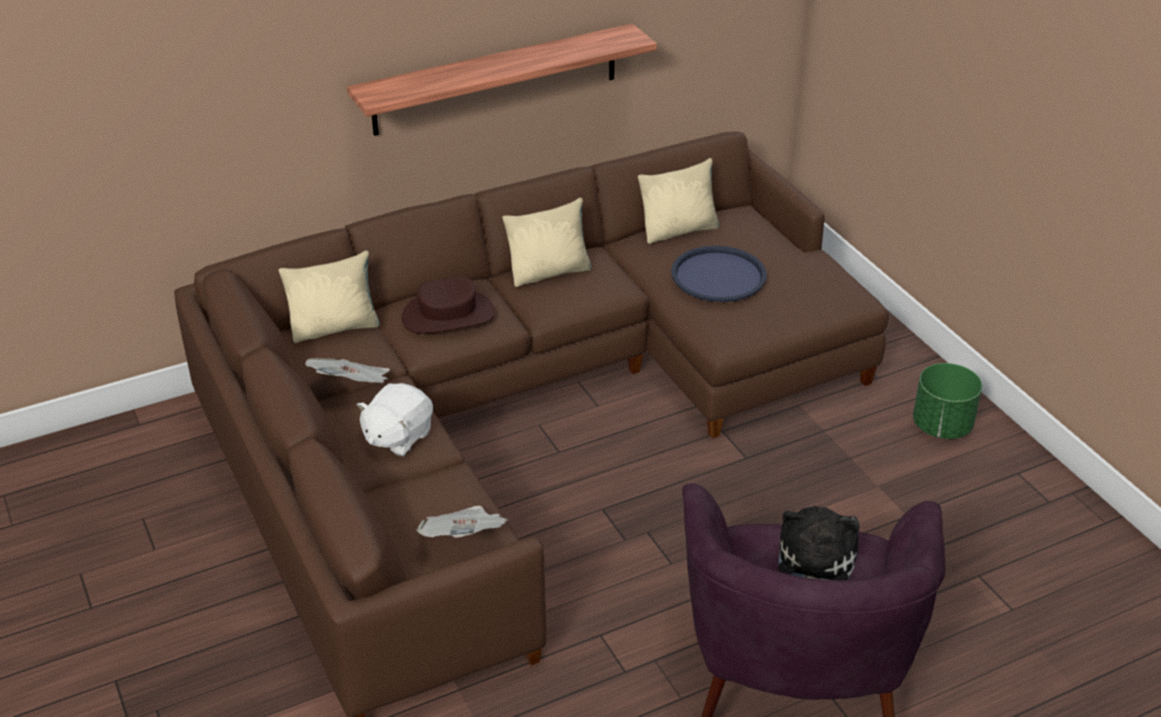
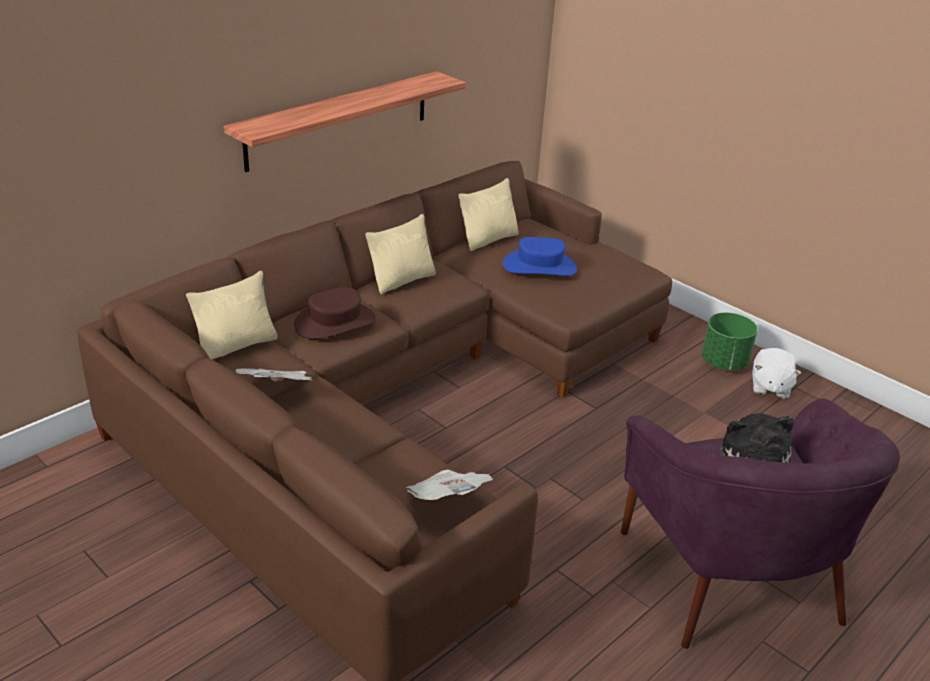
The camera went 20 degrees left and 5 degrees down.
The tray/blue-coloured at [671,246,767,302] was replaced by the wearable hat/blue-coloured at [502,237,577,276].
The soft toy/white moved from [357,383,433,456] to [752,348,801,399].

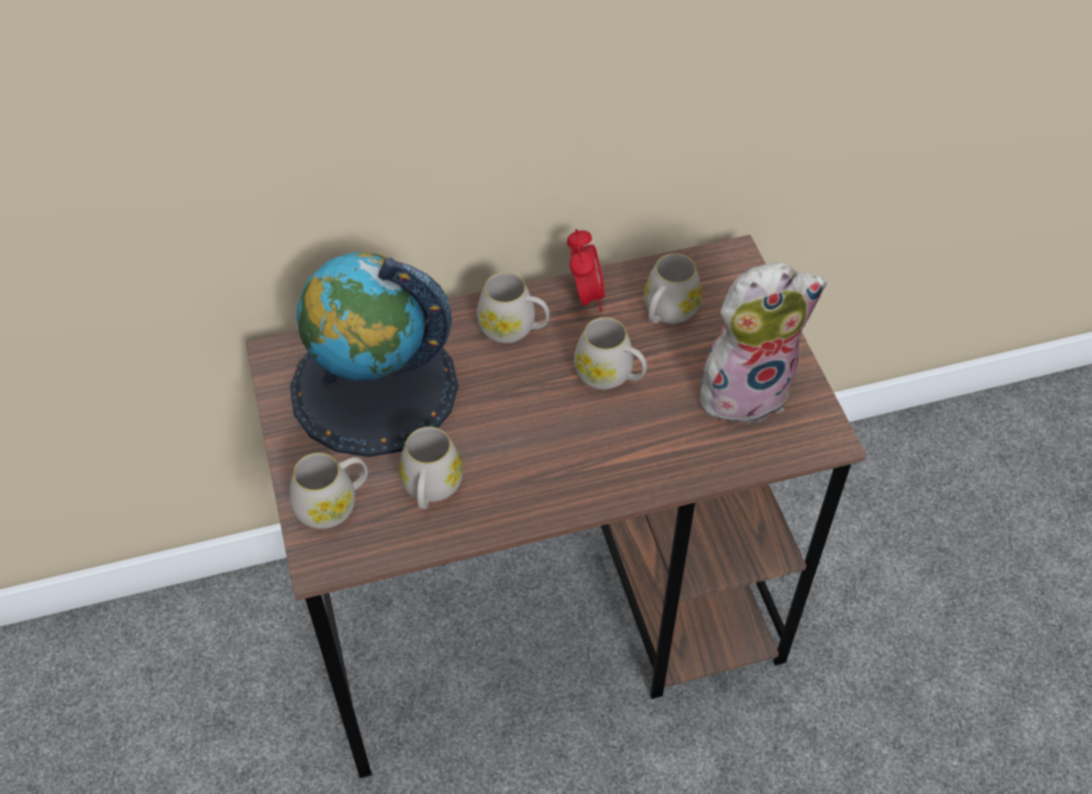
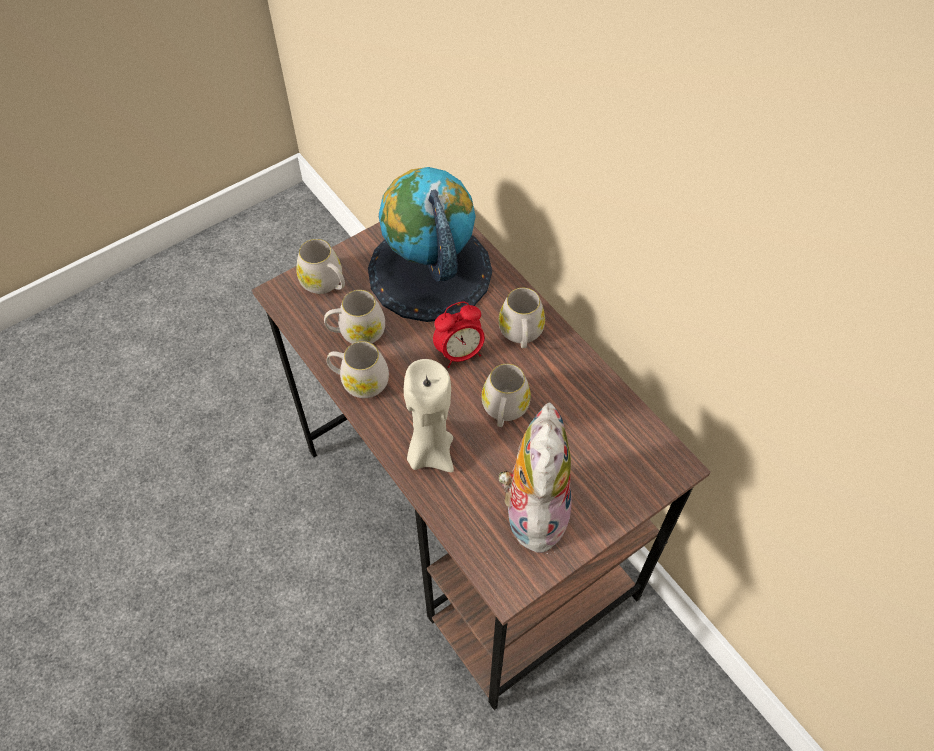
The camera went 70 degrees right and 5 degrees up.
The alarm clock moved from [567,229,605,311] to [433,302,485,368].
The mug/white moved from [644,253,702,324] to [326,341,389,398].
The soft toy at [700,262,827,424] turned 135 degrees counterclockwise.
The wax candle/beige at [404,359,454,472] appeared.

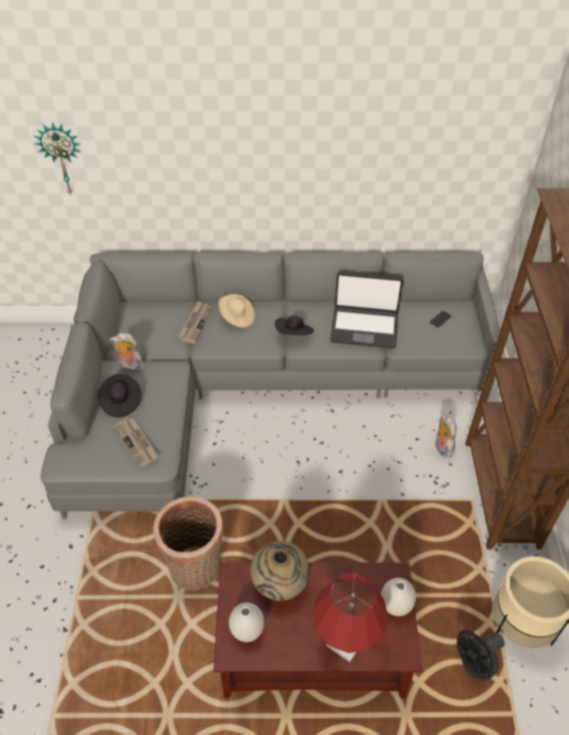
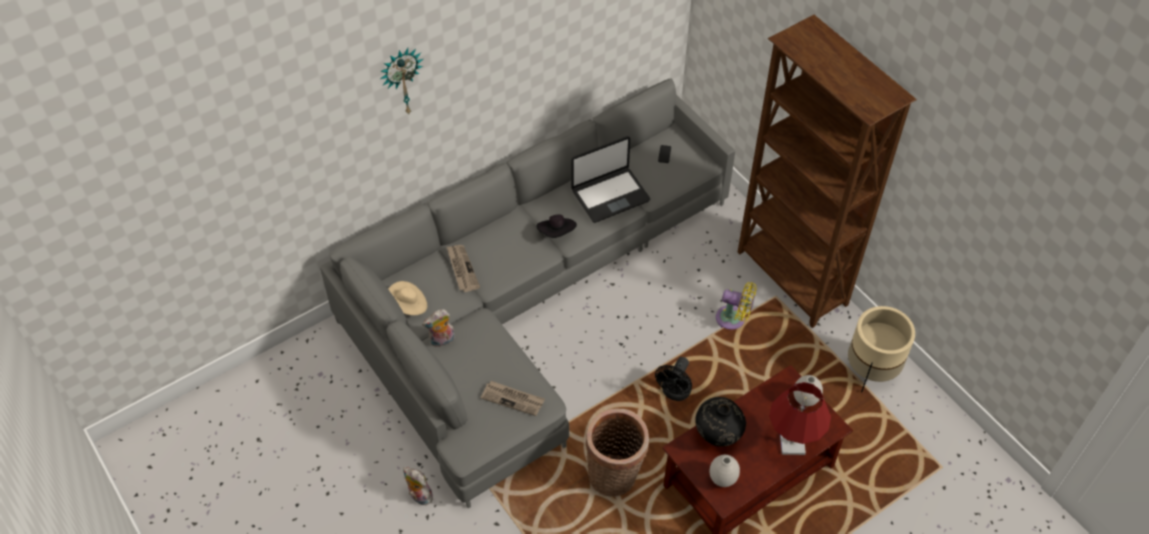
The camera went 35 degrees left and 5 degrees up.
The hanging clock moved from [34,122,81,195] to [380,48,423,114].
The wearable hat/beige moved from [219,294,255,328] to [388,281,427,315].
The wearable hat/black at [98,374,142,417] disappeared.
The soft toy moved from [435,414,457,458] to [403,467,433,505].
The flower vase/beige at [250,541,309,601] became the flower vase/black at [695,397,746,447].
The fan/black moved from [457,630,505,681] to [655,357,692,401].
The fan/yellowish at [716,282,757,330] appeared.

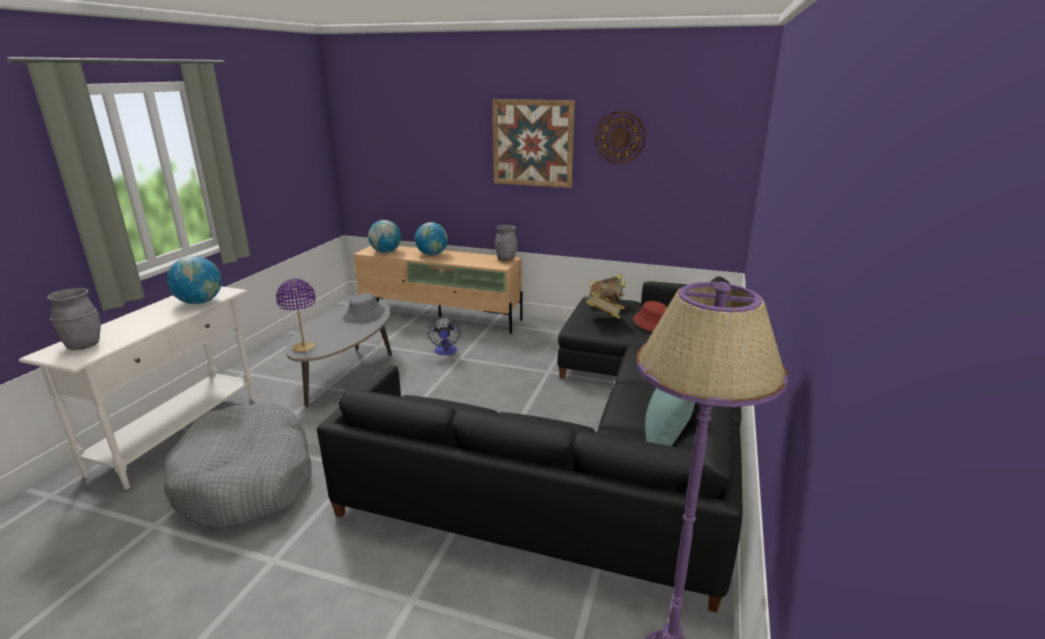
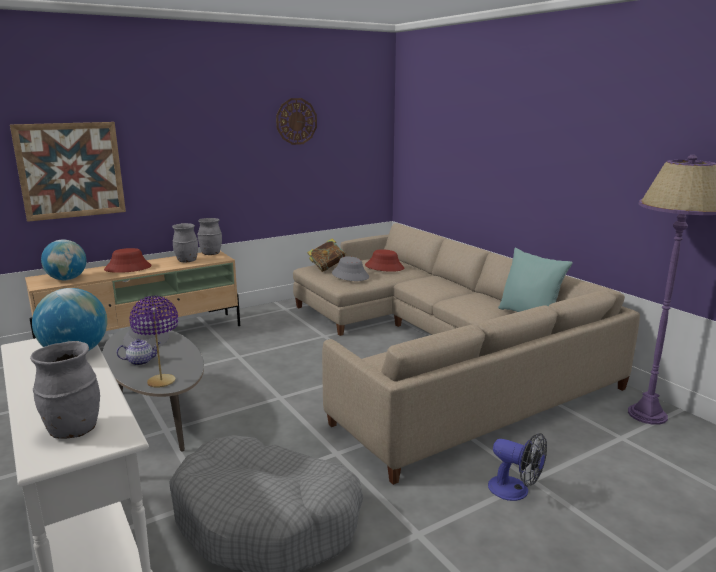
The camera went 50 degrees left and 5 degrees down.
The picture moved from [492,99,575,188] to [10,122,126,222].
The world globe at [415,222,448,256] was replaced by the wearable hat/red-coloured at [104,248,152,273].
The settee/black at [317,276,742,613] became the settee/beige at [293,223,640,485].
The bound book at [585,292,625,319] was replaced by the wearable hat/gray at [332,256,369,281].
The fan moved from [427,317,461,356] to [488,433,547,501].
The flower vase/gray at [172,223,198,263] appeared.
The teapot at [117,339,161,366] appeared.

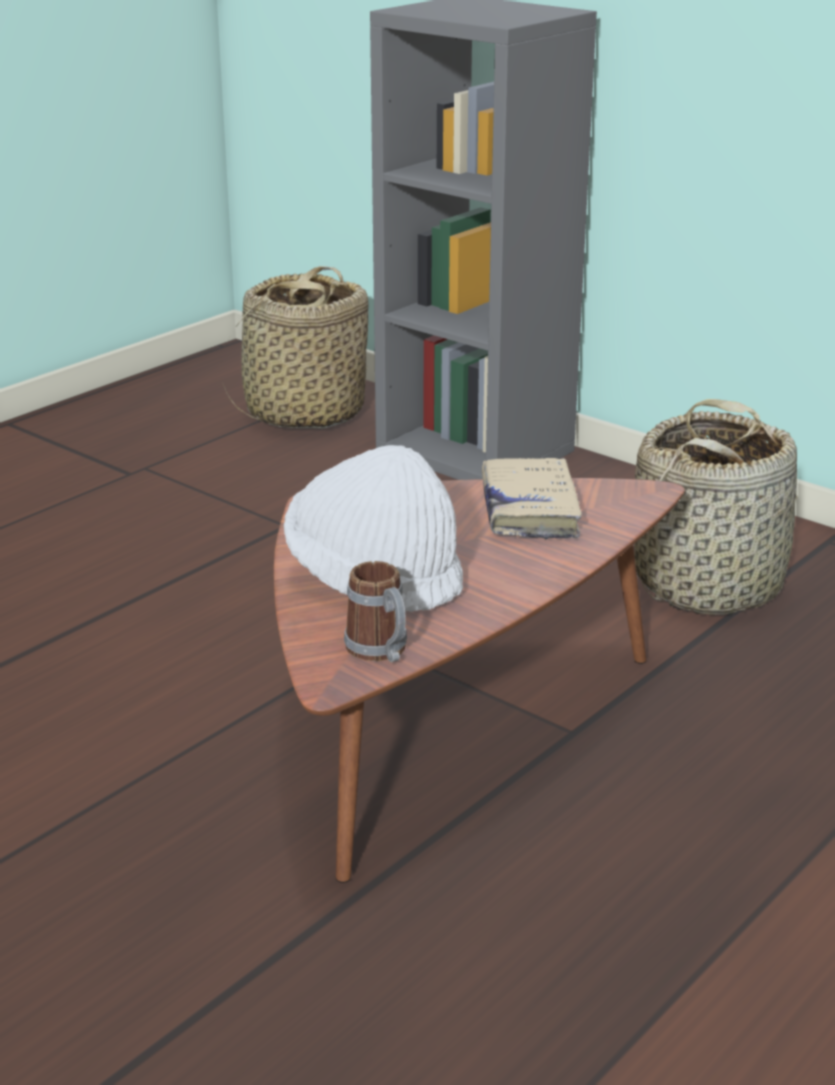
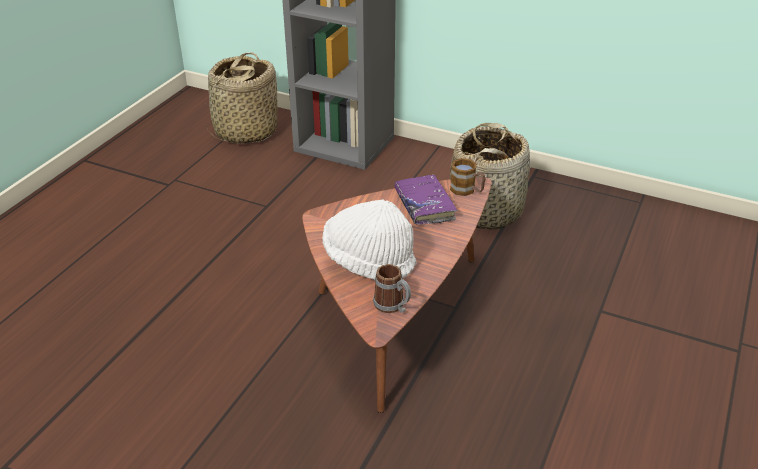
The camera went 15 degrees left and 10 degrees up.
The bound book/beige at [482,458,582,540] became the bound book/purplish at [395,174,457,225].
The mug at [450,158,485,196] appeared.

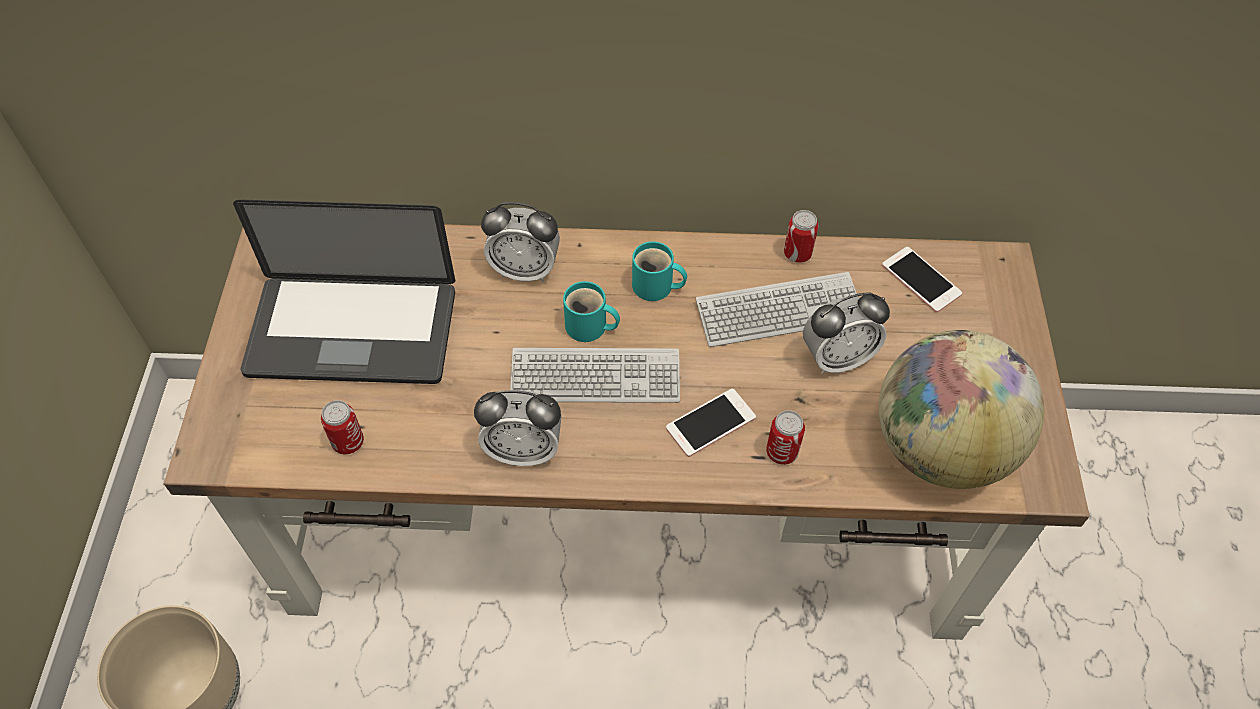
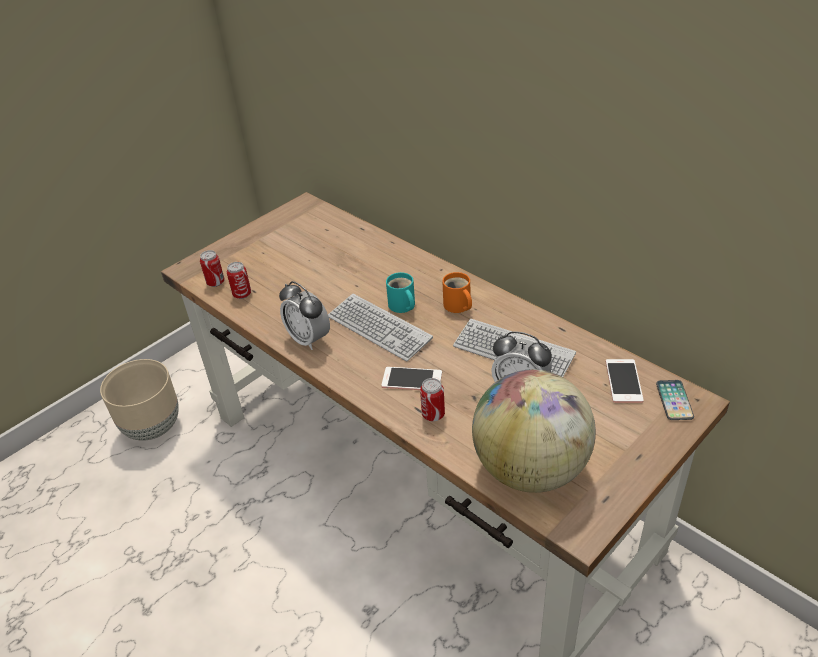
The camera went 45 degrees right and 15 degrees down.
The portable computer at [233,199,455,384] disappeared.
The alarm clock at [481,202,560,282] disappeared.
The metal can moved from [784,210,818,263] to [200,250,225,287].
The mug/turquoise-coloured at [632,241,687,301] became the mug/orangey at [442,272,472,313].
The handset at [656,380,694,420] appeared.

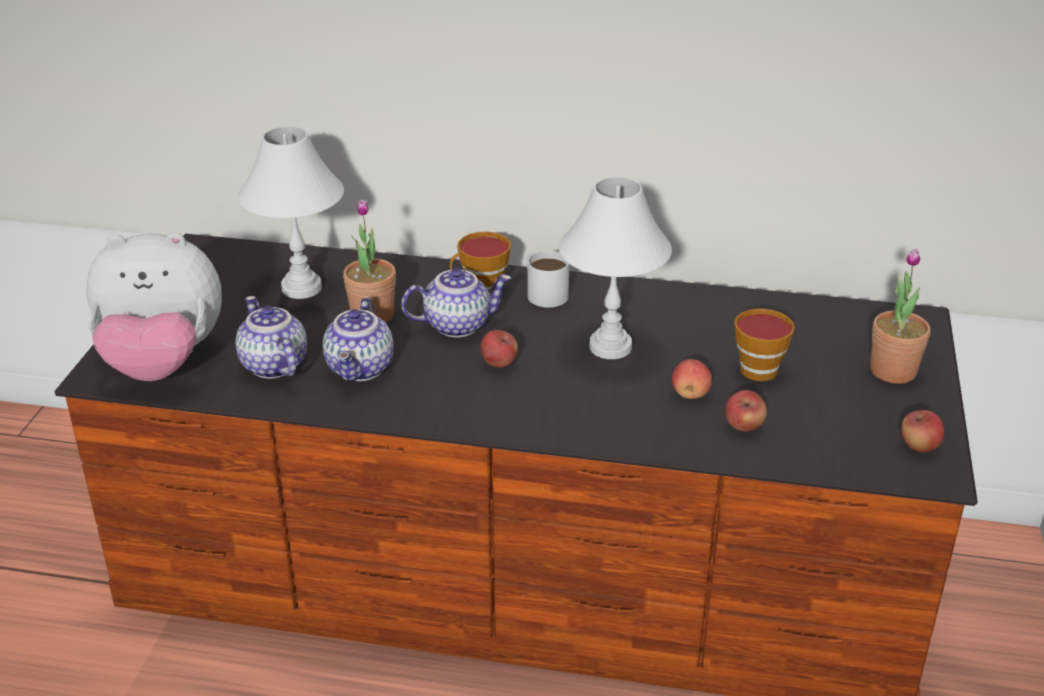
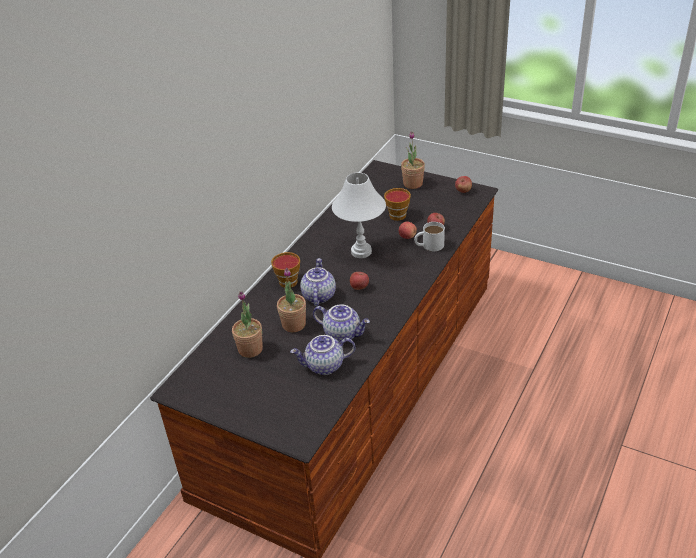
The camera went 70 degrees left and 5 degrees up.
The lamp for a table/white at [238,127,344,299] was replaced by the plant in a pot at [232,291,263,358].
The soft toy at [86,233,222,381] disappeared.
The mug/white moved from [527,250,569,307] to [414,222,445,251].

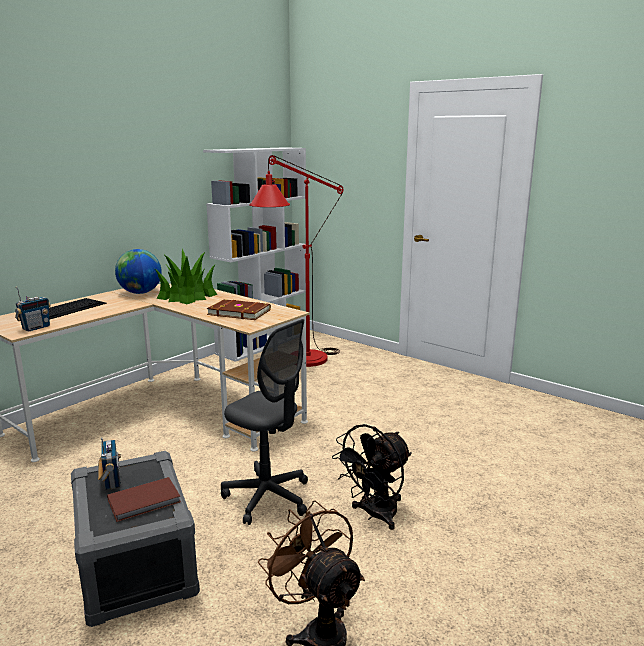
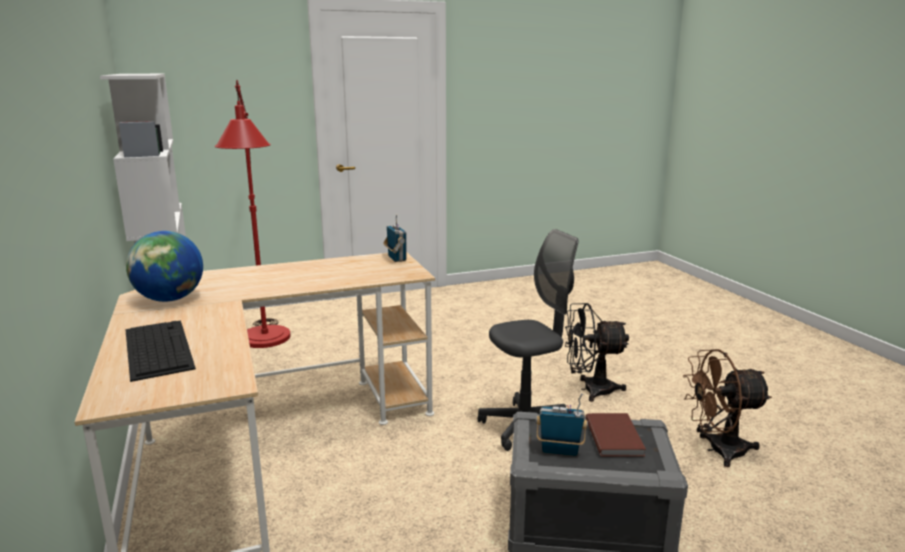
The camera went 60 degrees left and 0 degrees up.
The plant in a pot at [155,249,217,304] disappeared.
The radio moved from [15,286,51,331] to [383,214,407,262].
The bound book/brownish at [207,299,271,320] disappeared.
The fan/black at [332,424,412,530] turned 105 degrees clockwise.

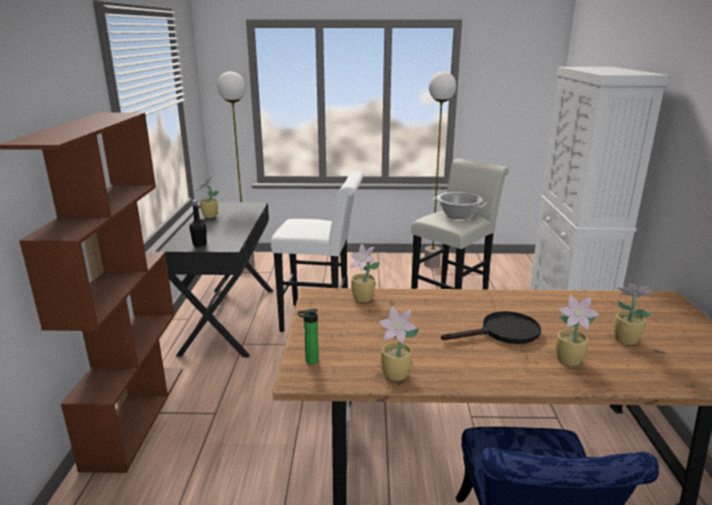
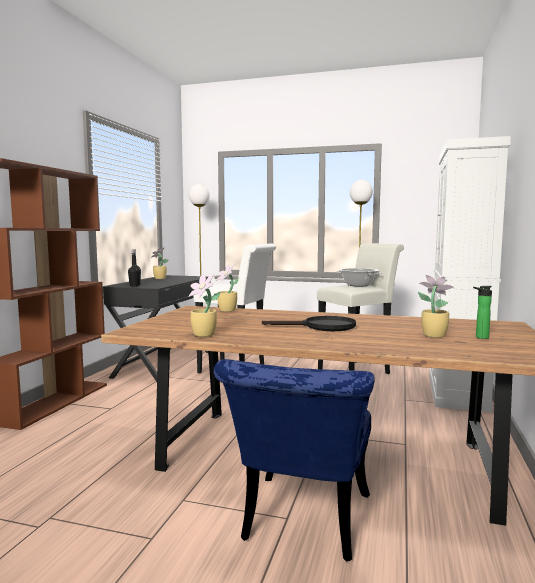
The camera went 15 degrees right and 15 degrees down.
The plant in a pot at [556,295,600,366] disappeared.
The beverage bottle moved from [298,308,319,365] to [473,286,492,339].

